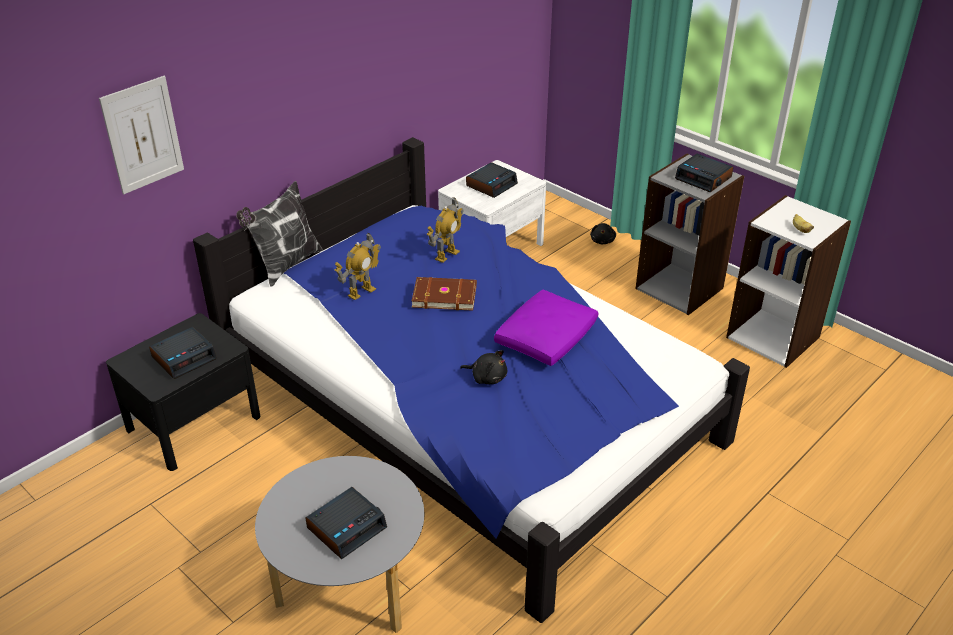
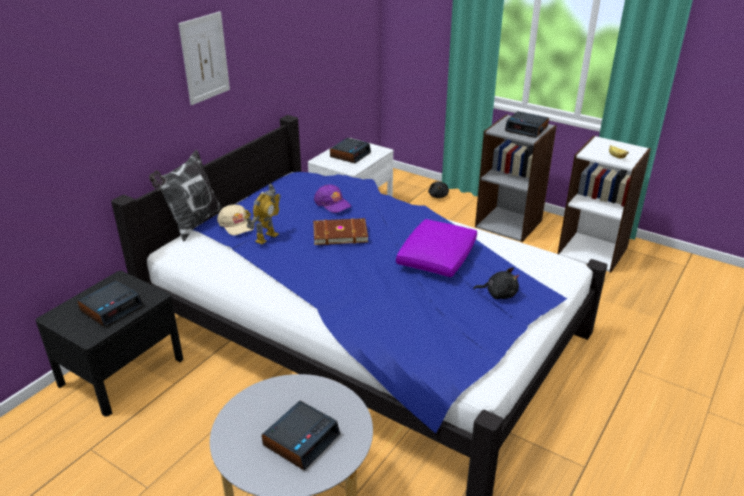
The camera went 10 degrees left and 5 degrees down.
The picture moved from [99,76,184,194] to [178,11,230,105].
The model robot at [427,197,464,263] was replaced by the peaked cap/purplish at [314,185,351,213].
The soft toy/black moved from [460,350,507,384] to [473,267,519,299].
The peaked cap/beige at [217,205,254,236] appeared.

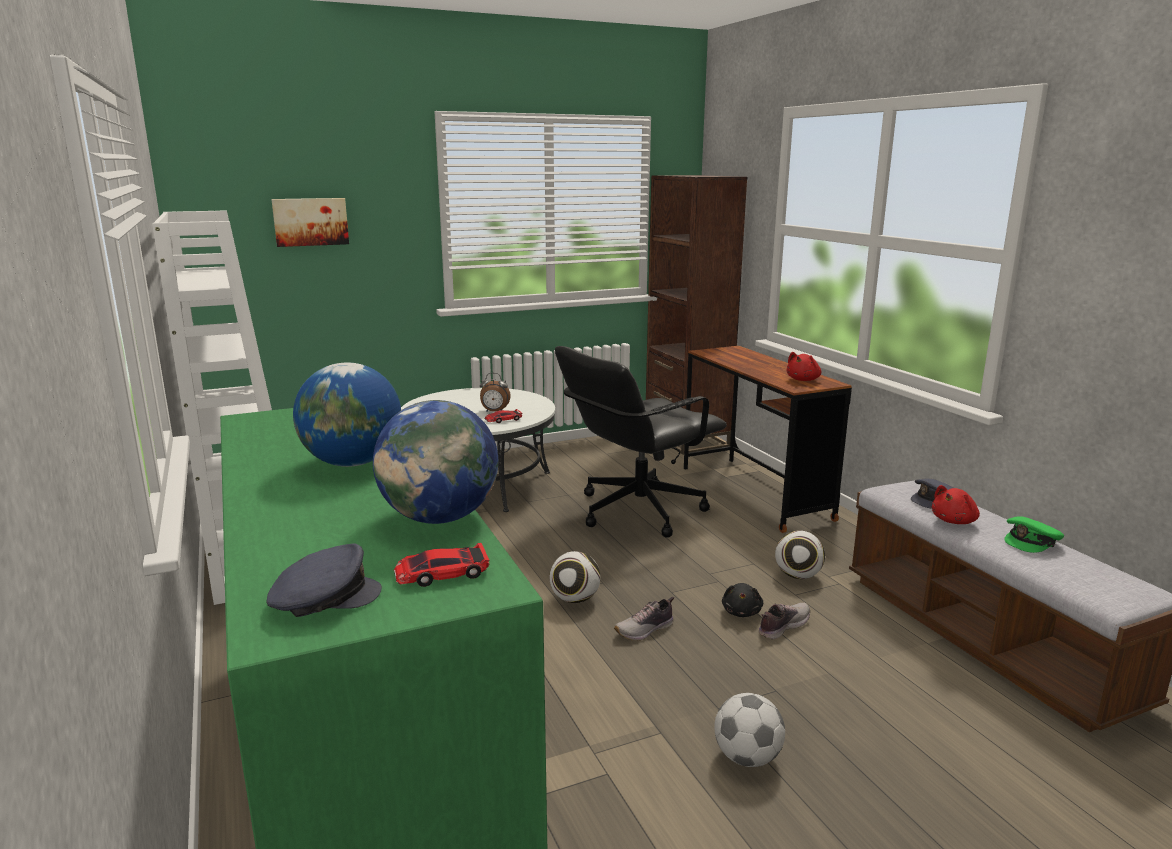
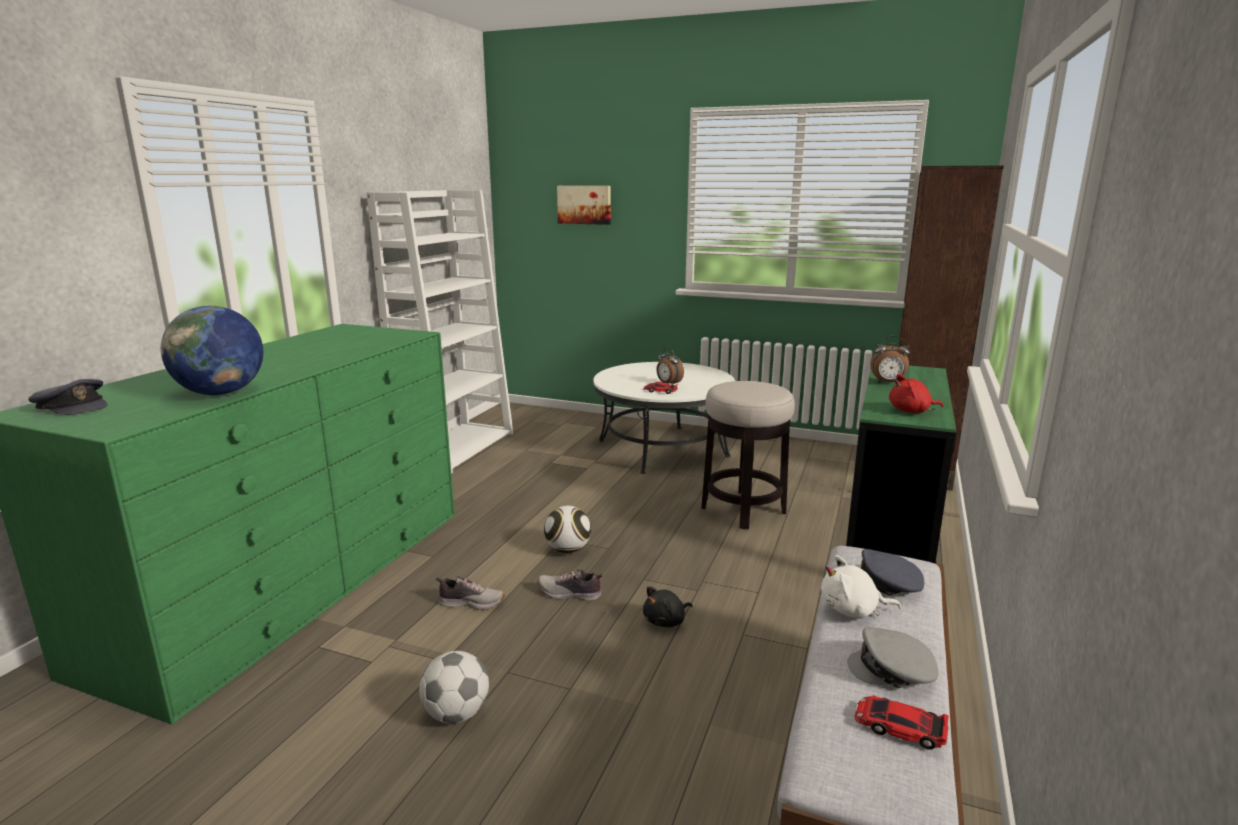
The camera went 45 degrees right and 0 degrees up.
The desk chair/black at [555,346,727,538] was replaced by the stool seat at [701,381,795,529].
The desk unit/brownish at [684,346,852,533] became the desk unit/greenish at [846,366,957,563].
The world globe at [293,363,401,467] disappeared.
The soft toy/red-coloured at [932,485,980,524] became the soft toy/white at [821,555,901,618].
The peaked cap/greenish at [1004,516,1064,553] became the peaked cap/gray at [847,627,938,688].
The football ball at [775,530,825,579] disappeared.
The miniature car moved from [394,543,489,587] to [854,696,949,750].
The low shoe moved from [759,602,810,639] to [436,576,504,610].
The alarm clock at [870,336,910,383] appeared.

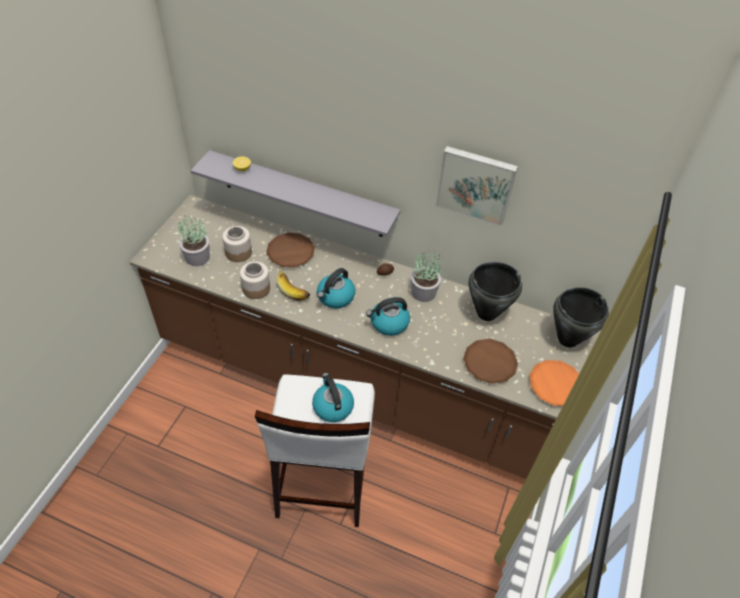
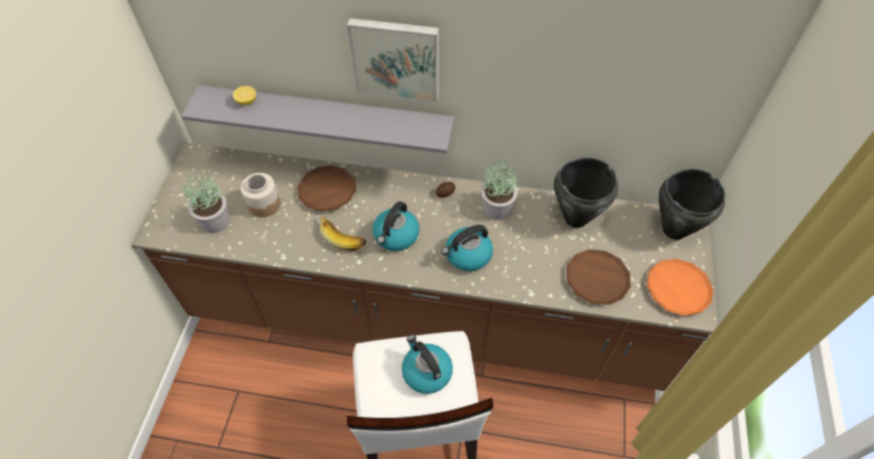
The camera went 10 degrees left and 5 degrees up.
The picture moved from [435,146,518,226] to [347,18,439,103].
The storage jar at [240,262,270,299] disappeared.

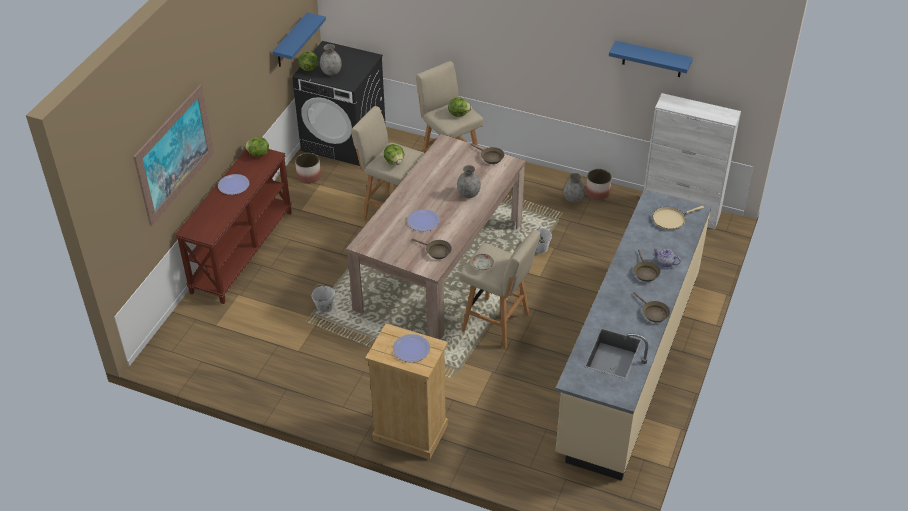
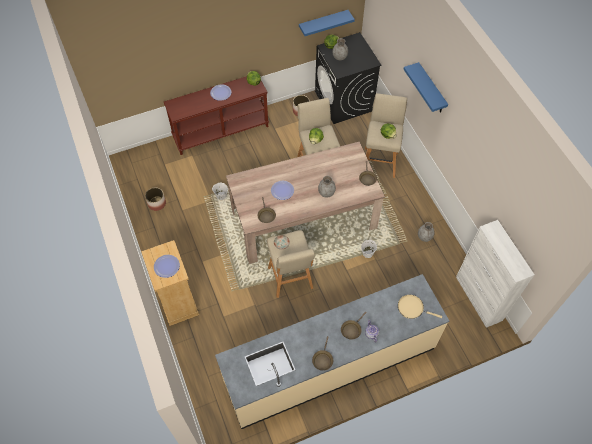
The camera went 45 degrees right and 15 degrees up.
The wall shelf/blue-coloured moved from [609,41,693,77] to [404,62,448,113].
The picture at [133,85,214,226] disappeared.
The flower pot moved from [585,169,612,200] to [145,188,166,211].

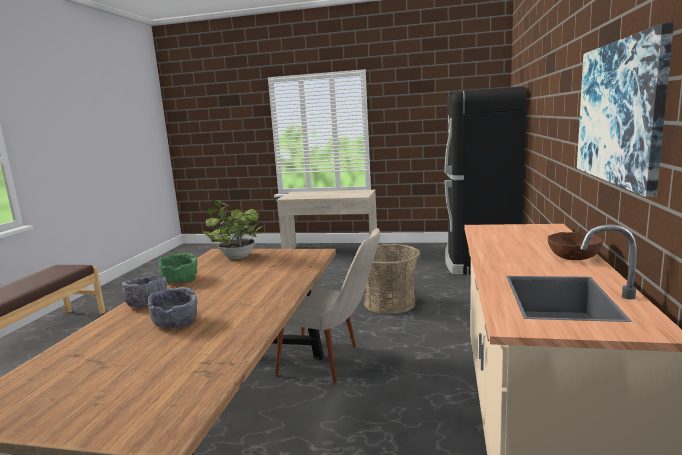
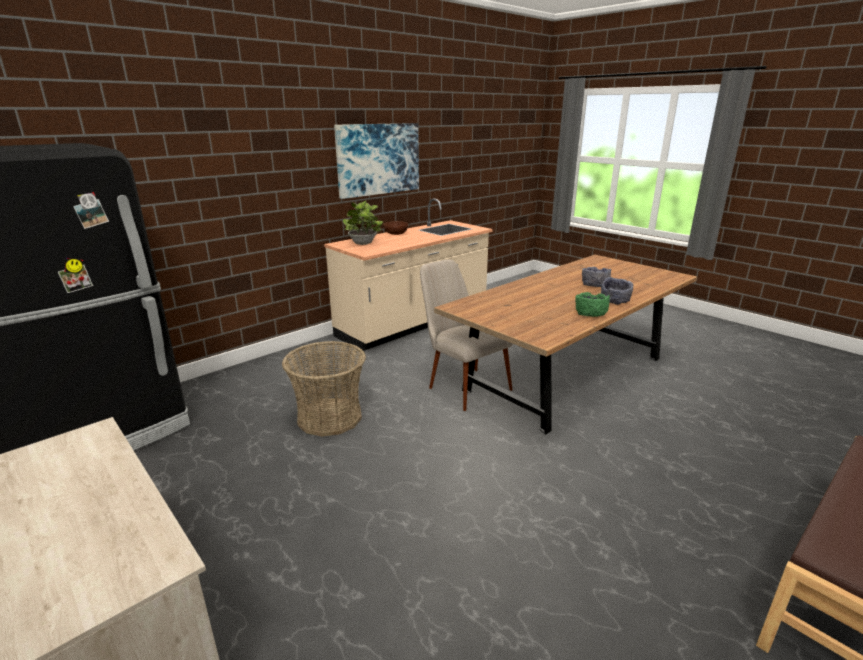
The camera went 145 degrees left and 10 degrees up.
The plant in a pot moved from [203,200,263,259] to [343,201,383,245].

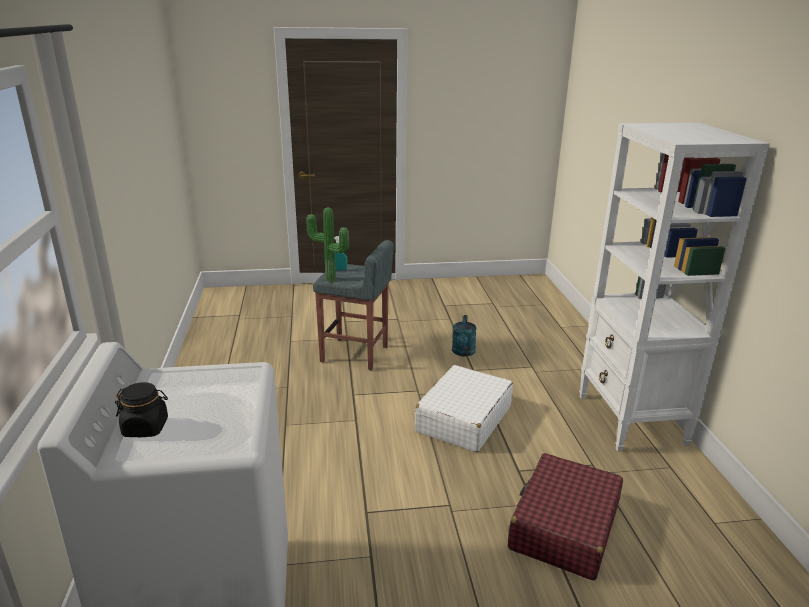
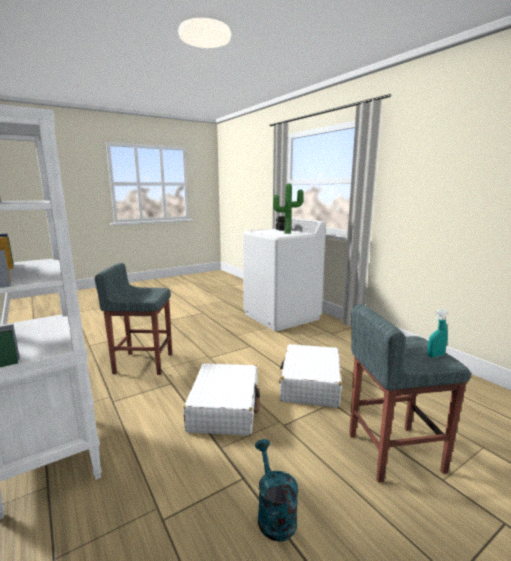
The camera went 155 degrees right and 10 degrees down.
The plant in a pot moved from [307,207,349,282] to [273,183,304,234].
The travel case/red-coloured at [508,453,623,581] was replaced by the stool seat/gray at [95,263,172,375].
The travel case/white at [279,344,342,408] appeared.

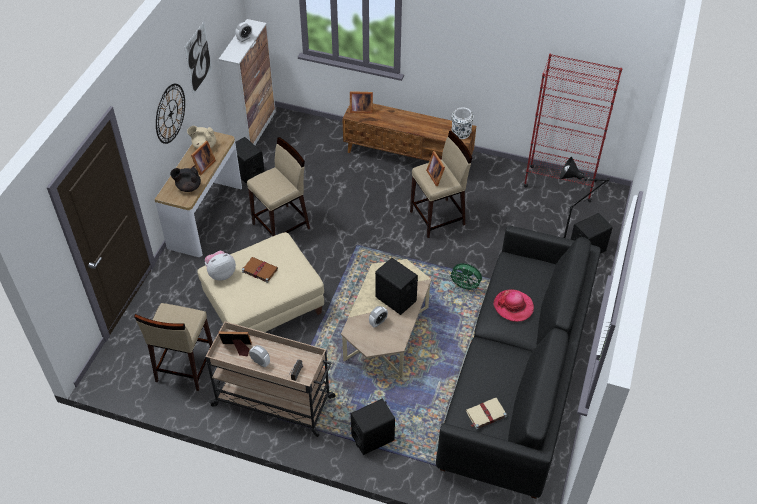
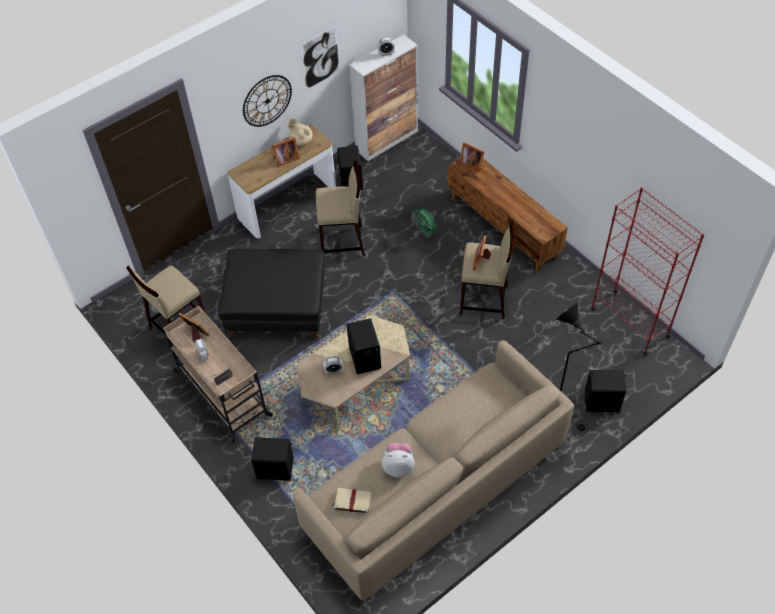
The camera went 35 degrees right and 5 degrees up.
The flower vase/white at [451,107,474,139] disappeared.
The teapot/black at [170,167,201,192] disappeared.
The settee/black at [436,226,601,499] became the settee/beige at [293,340,574,601].
The pouffe/beige at [197,232,324,332] became the pouffe/black at [218,249,325,338].
The soft toy moved from [205,250,236,280] to [382,443,415,477].
The bound book/brownish at [242,257,278,283] disappeared.
The fan/greenish moved from [448,263,482,292] to [412,208,436,238].
The wearable hat at [493,290,534,322] disappeared.

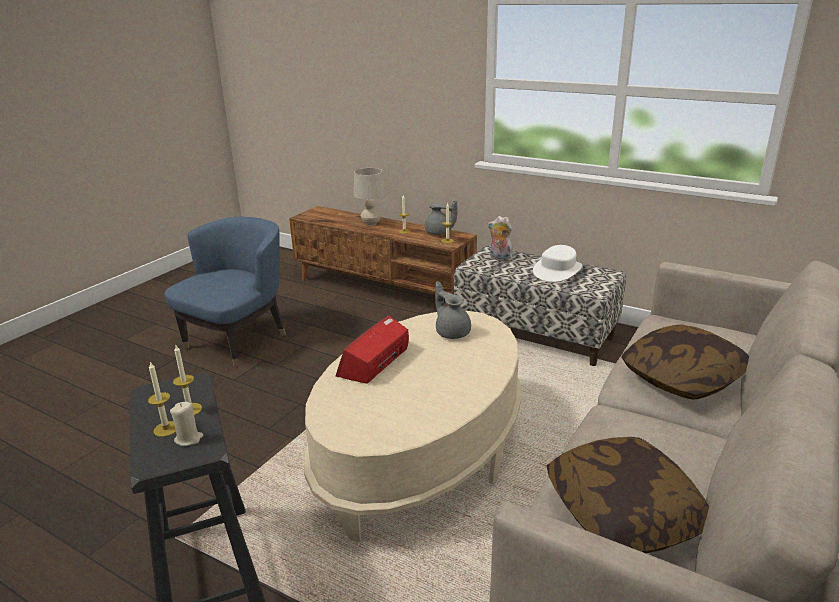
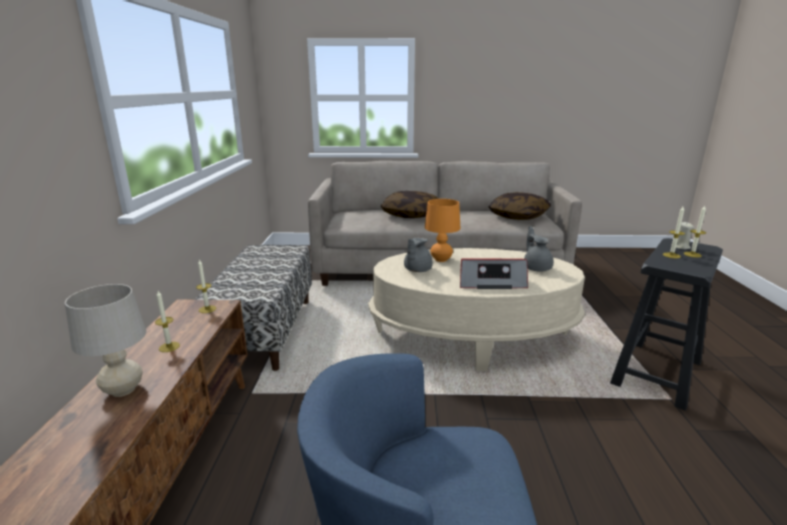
The camera went 120 degrees left and 5 degrees down.
The teapot/gray moved from [425,200,457,235] to [524,226,553,272].
The soft toy at [488,216,514,262] disappeared.
The wearable hat/white at [533,245,583,282] disappeared.
The lamp for a table/orangey at [425,199,461,262] appeared.

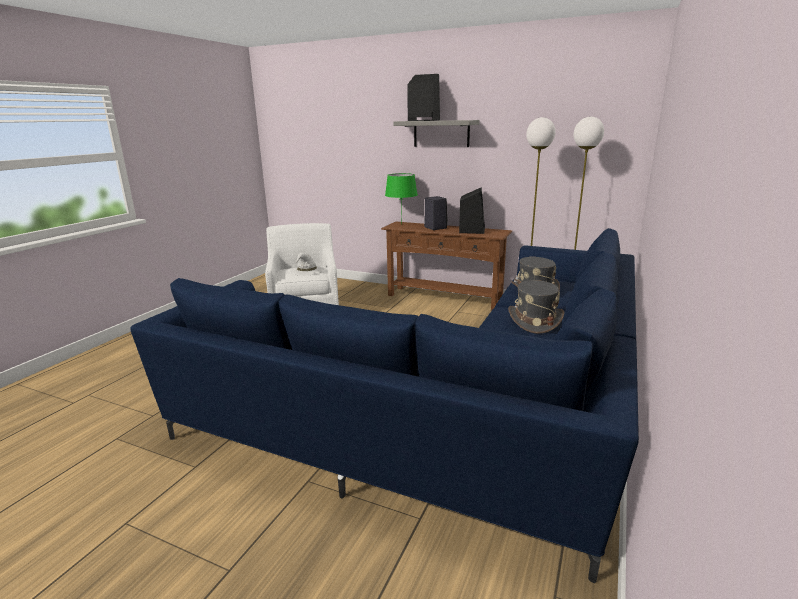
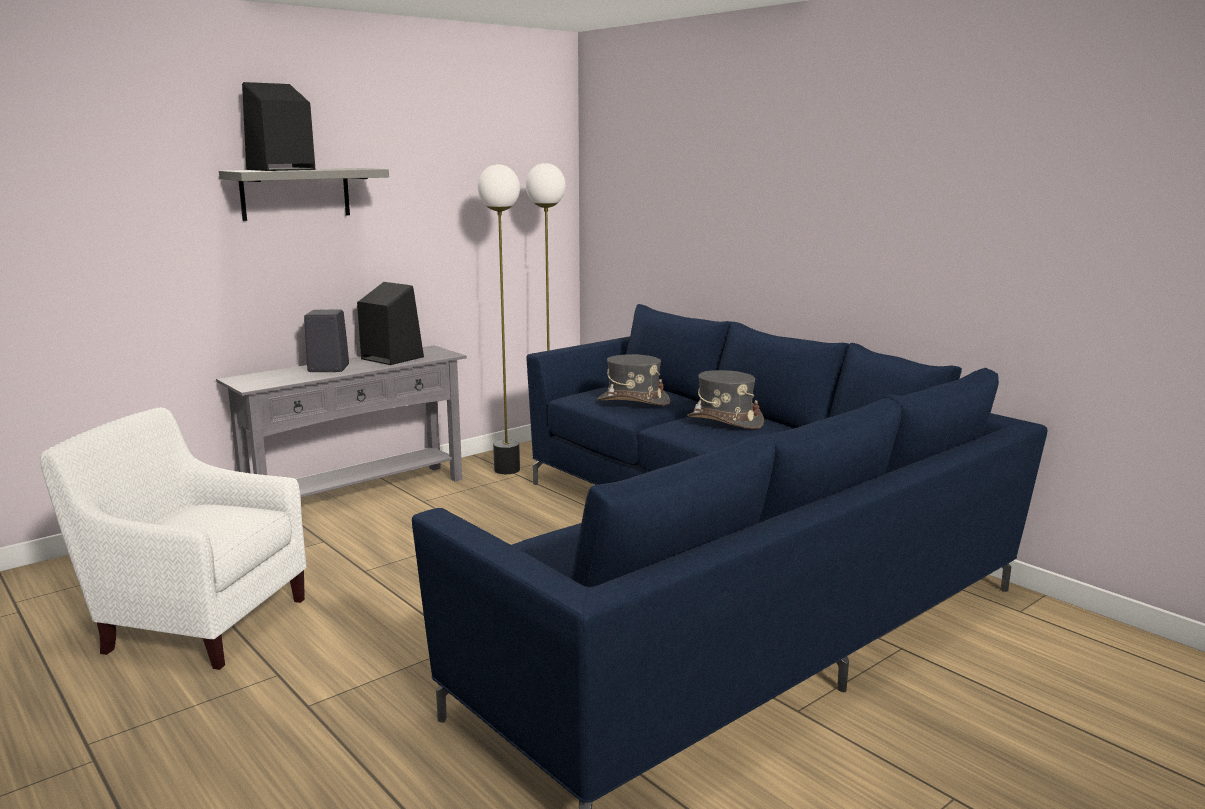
The camera went 65 degrees left and 5 degrees down.
The lamp for a table/greenish at [385,173,418,223] disappeared.
The hall table/brownish at [381,222,512,311] became the hall table/gray at [216,345,467,497].
The wearable hat/white at [290,253,324,276] disappeared.

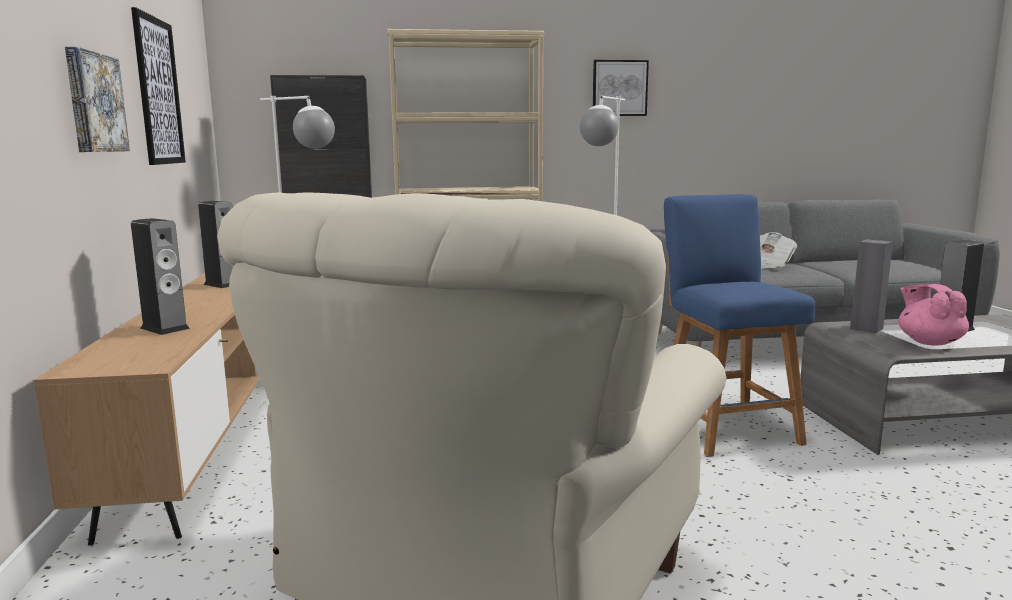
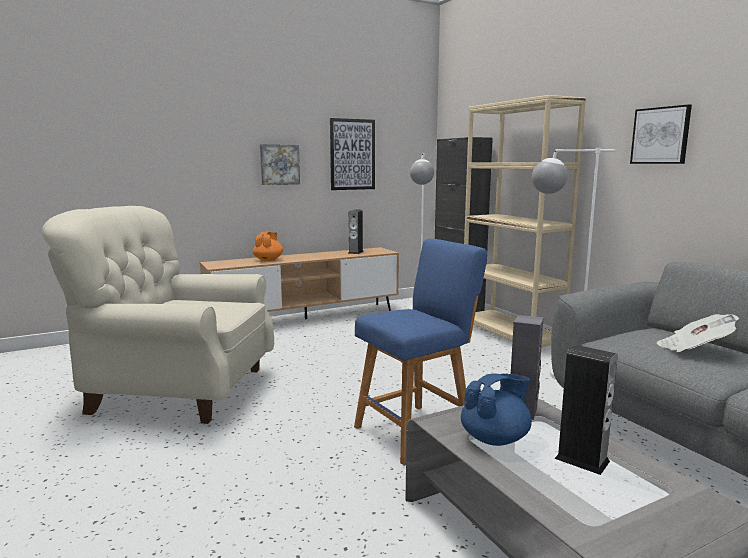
The camera went 70 degrees right and 0 degrees up.
The speaker at [131,218,190,335] was replaced by the teapot/orangey at [253,232,283,261].
The teapot/pink at [898,284,969,346] became the teapot/blue-coloured at [461,373,532,446].

